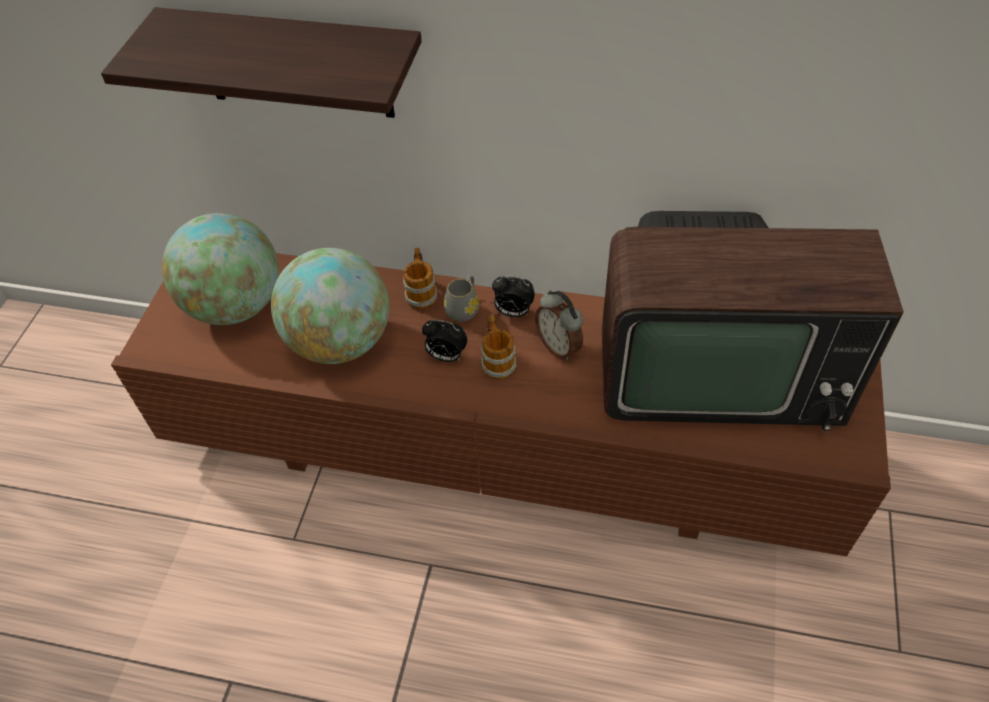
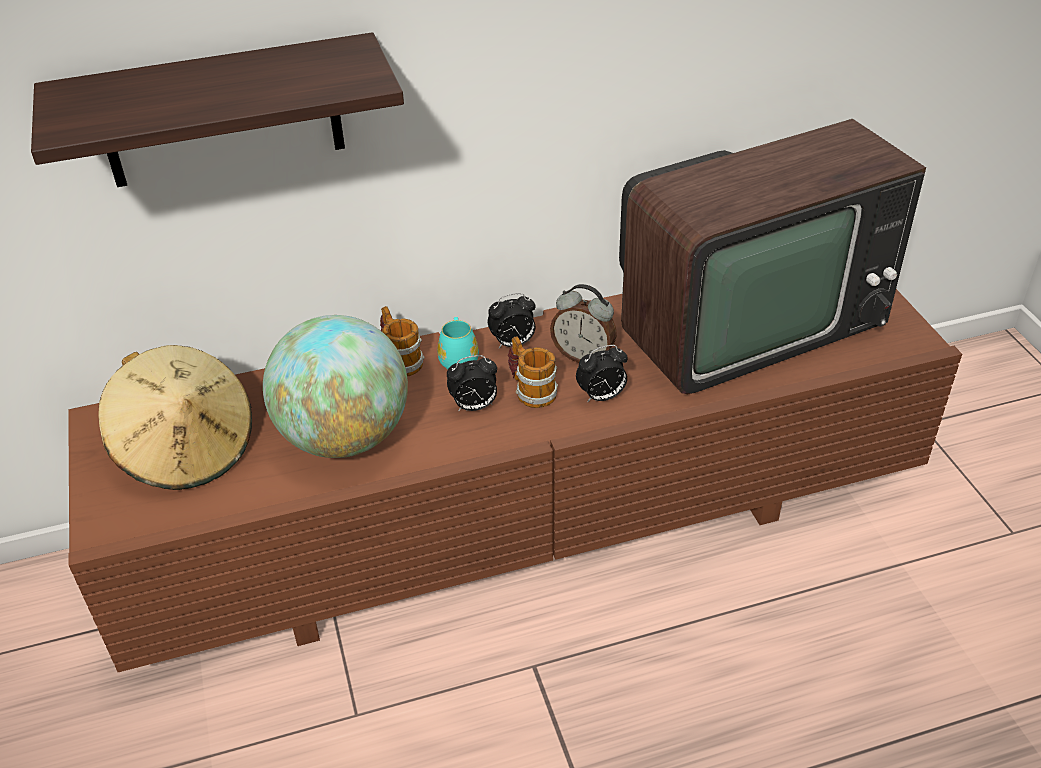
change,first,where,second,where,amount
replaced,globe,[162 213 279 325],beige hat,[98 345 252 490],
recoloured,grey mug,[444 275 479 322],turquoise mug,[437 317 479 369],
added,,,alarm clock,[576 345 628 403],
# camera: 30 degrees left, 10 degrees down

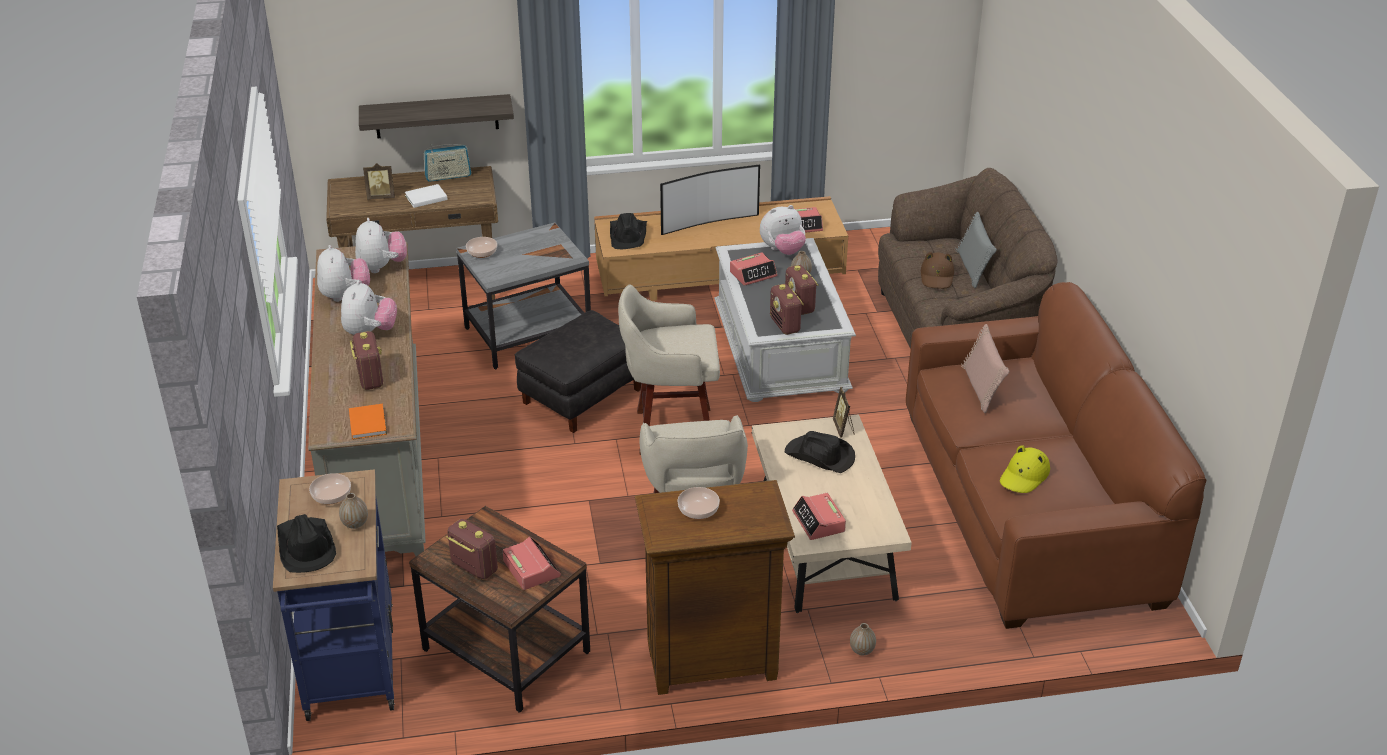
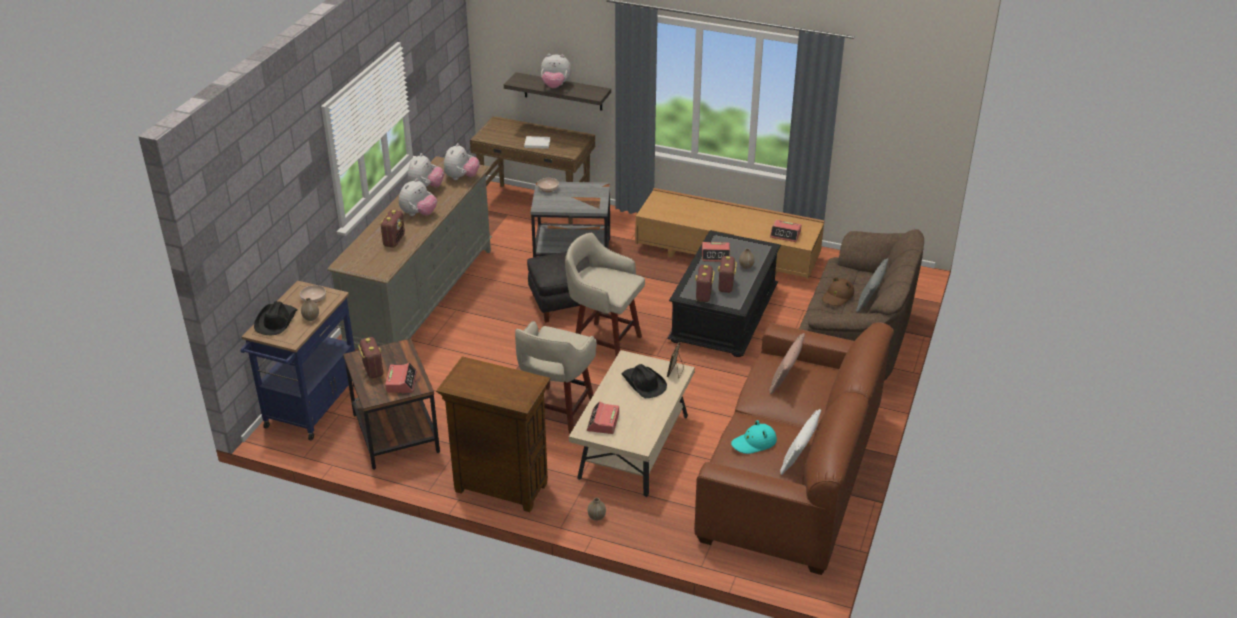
change,first,where,second,where,amount
moved,plush toy,[760 205 806 255],,[541 54 571 88],
recoloured,white coffee table,[714 238 856 402],black coffee table,[667 231 781 357],
recoloured,yellow hat,[1000 445 1050 493],turquoise hat,[731 420 777 454],
added,,,white pillow,[780 409 821 475],
removed,orange book,[349 404 387 440],,,
removed,picture frame,[363 163 395 200],,,
removed,radio,[423 144 471 182],,,
removed,black hat,[610 213 647 249],,,
removed,television,[660 164 760 235],,,
removed,bowl,[678 487 720 519],,,
# camera: 30 degrees right, 0 degrees up

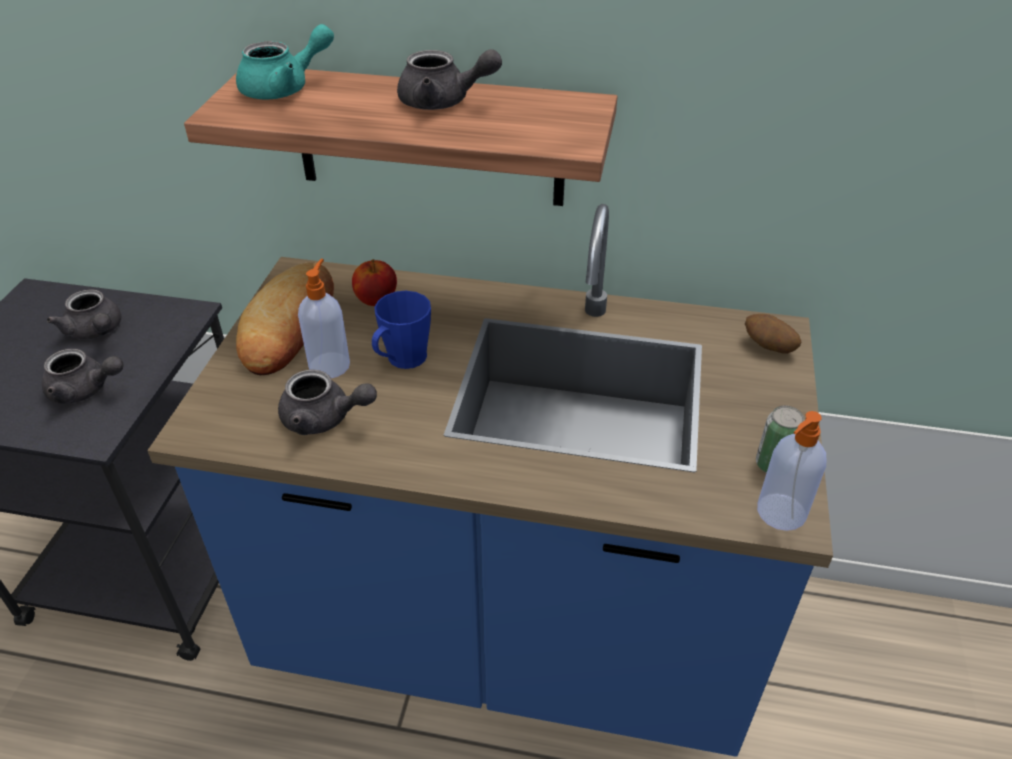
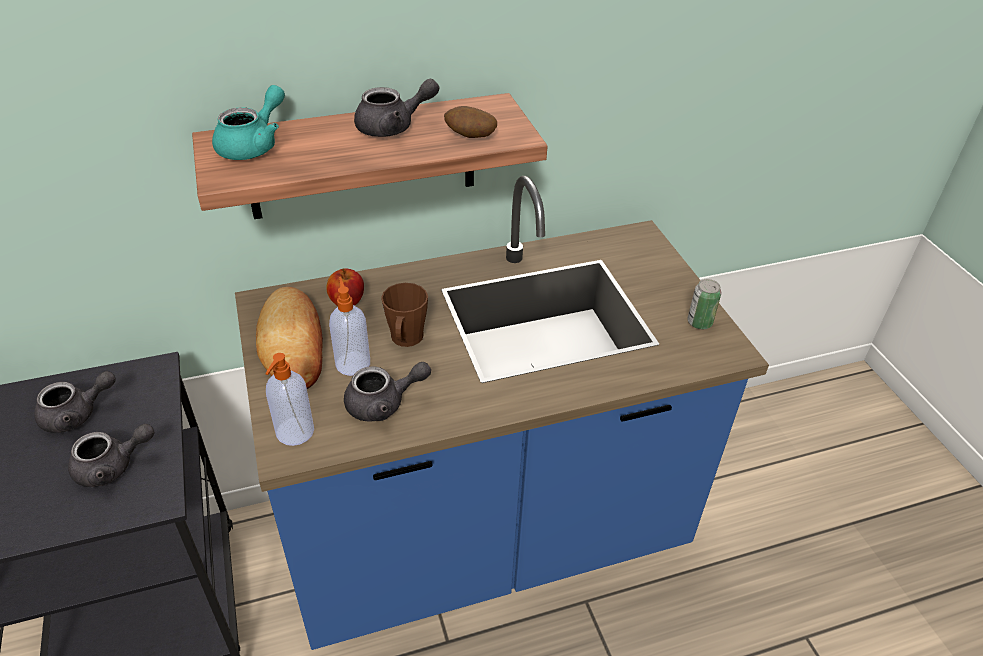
change,first,where,second,where,amount
turned,grey teapot,[47 289 121 340],,[34 371 116 433],45 degrees counterclockwise
moved,soap dispenser,[757 411 826 531],,[265 353 314 446],
recoloured,blue mug,[372 291 431 369],brown mug,[381 283 428 347],
moved,potato,[745 314 801 354],,[444 106 497 138],
# camera: 30 degrees left, 0 degrees up

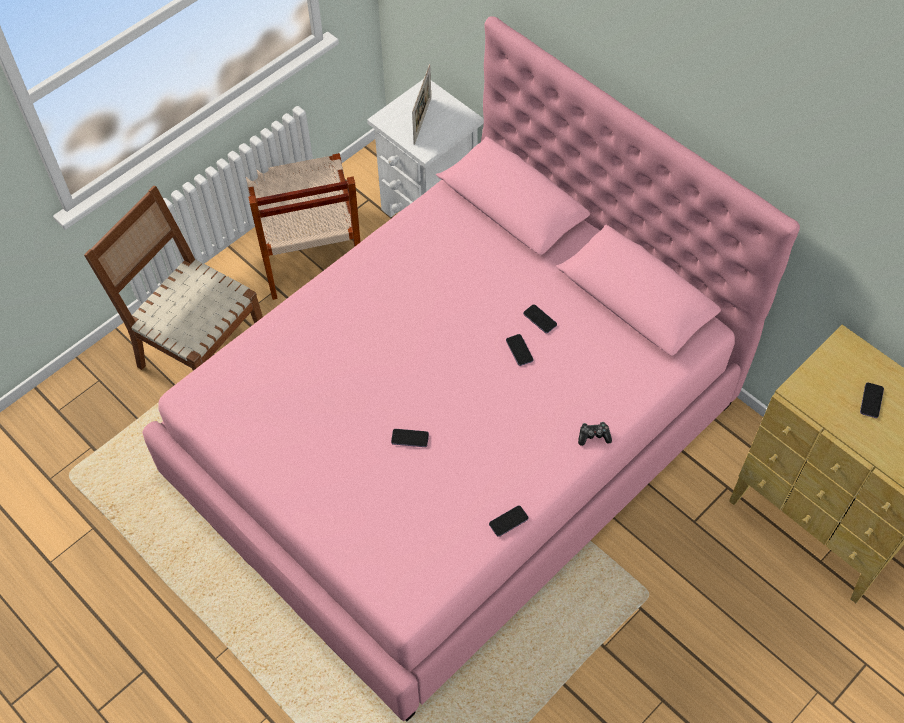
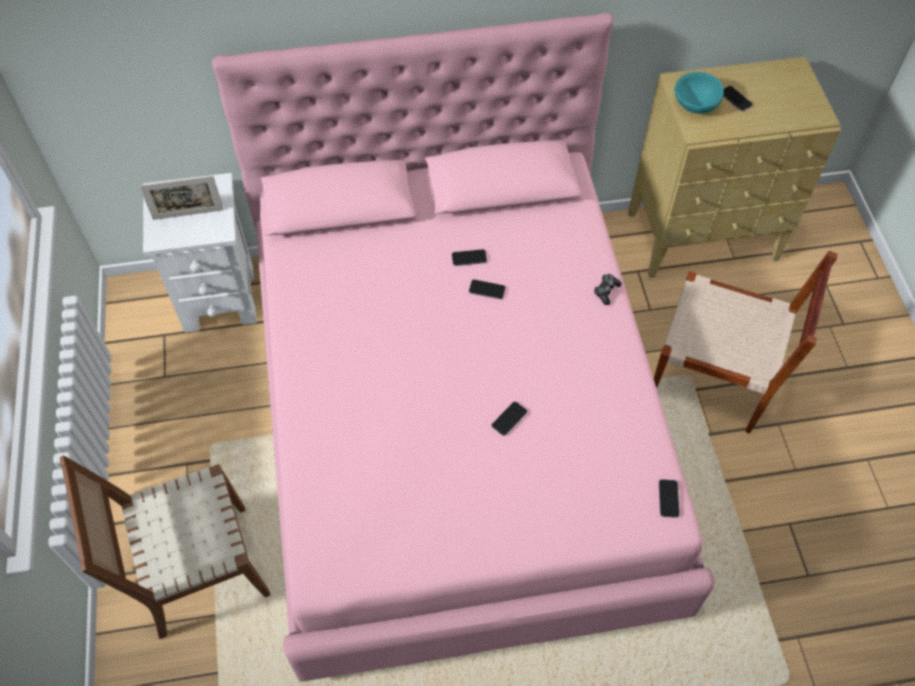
change,first,where,second,where,amount
turned,picture frame,[412 64 431 145],,[139 176 224 220],120 degrees clockwise
moved,chair,[246 153 360 300],,[654 251 838 434],
moved,phone,[489 505 529 537],,[659 479 680 518],
added,,,turquoise bowl,[675 72 724 114],
# camera: 55 degrees left, 0 degrees up

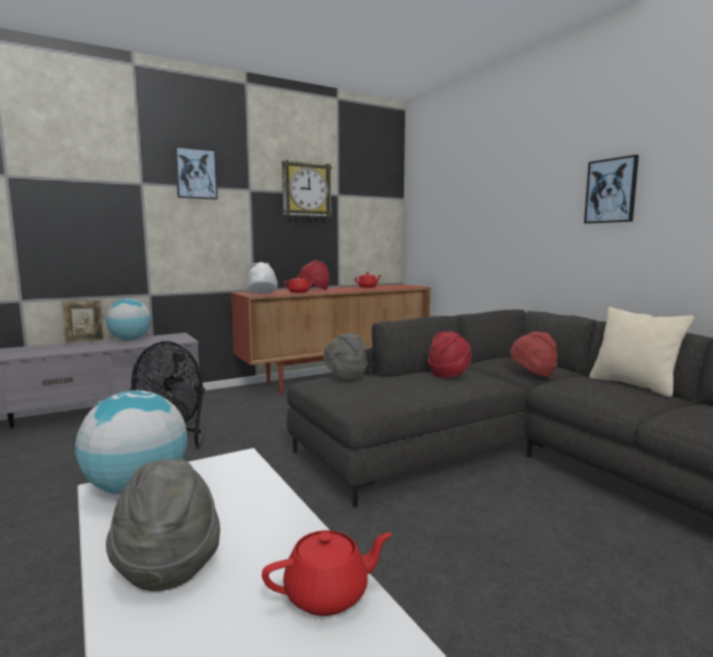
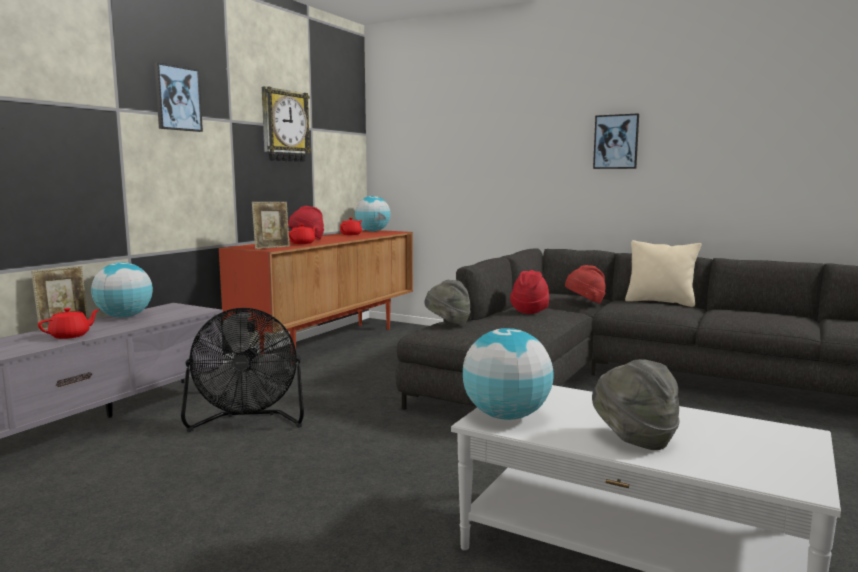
change,first,where,second,where,amount
moved,red teapot,[262 530 392 616],,[38 308 100 339],
replaced,white hat,[247 262 278 293],picture frame,[252 202 290 249],
added,,,globe,[355 196 391 232],
# camera: 30 degrees left, 0 degrees up

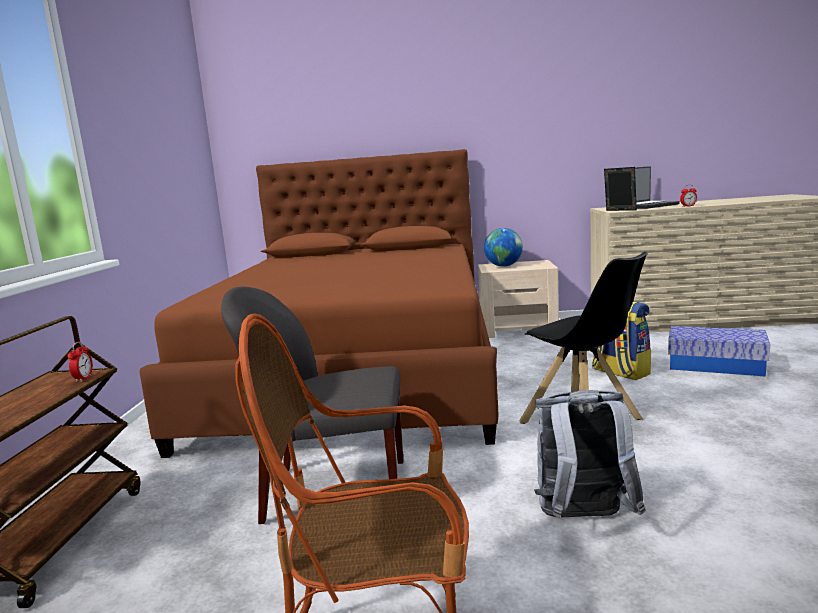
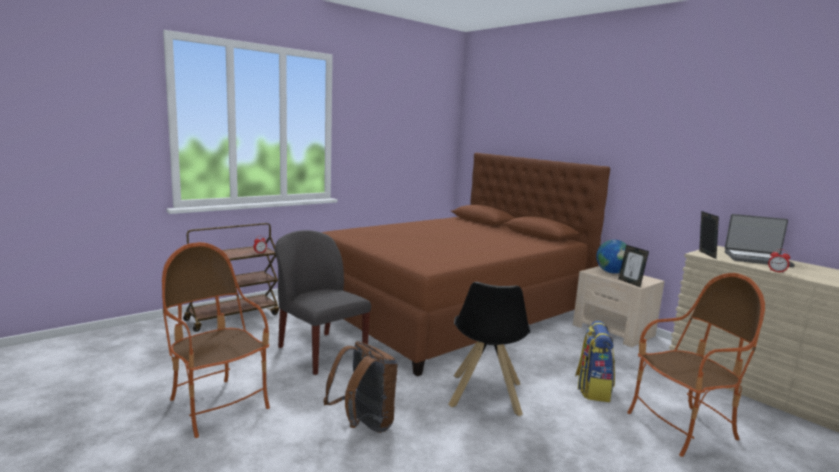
change,first,where,second,where,amount
recoloured,grey backpack,[534 390 646 519],brown backpack,[323 341 398 433],
added,,,picture frame,[619 245 649 287],
replaced,storage box,[668 326 770 377],armchair,[627 273 765 457],
# camera: 45 degrees right, 0 degrees up

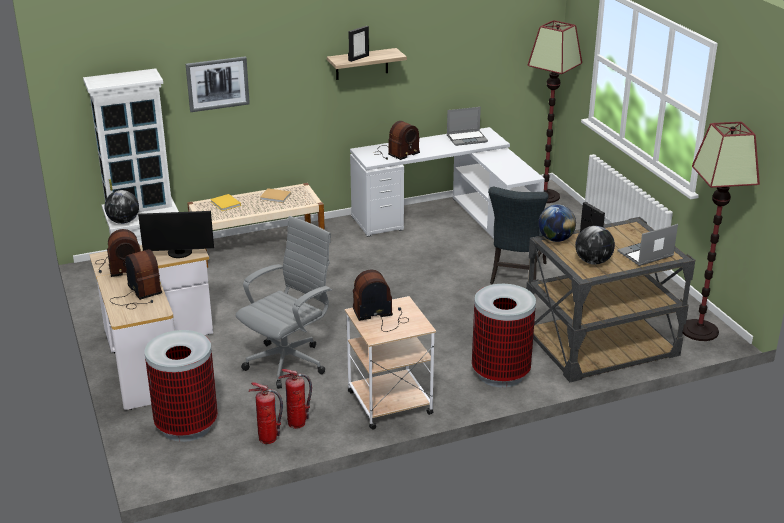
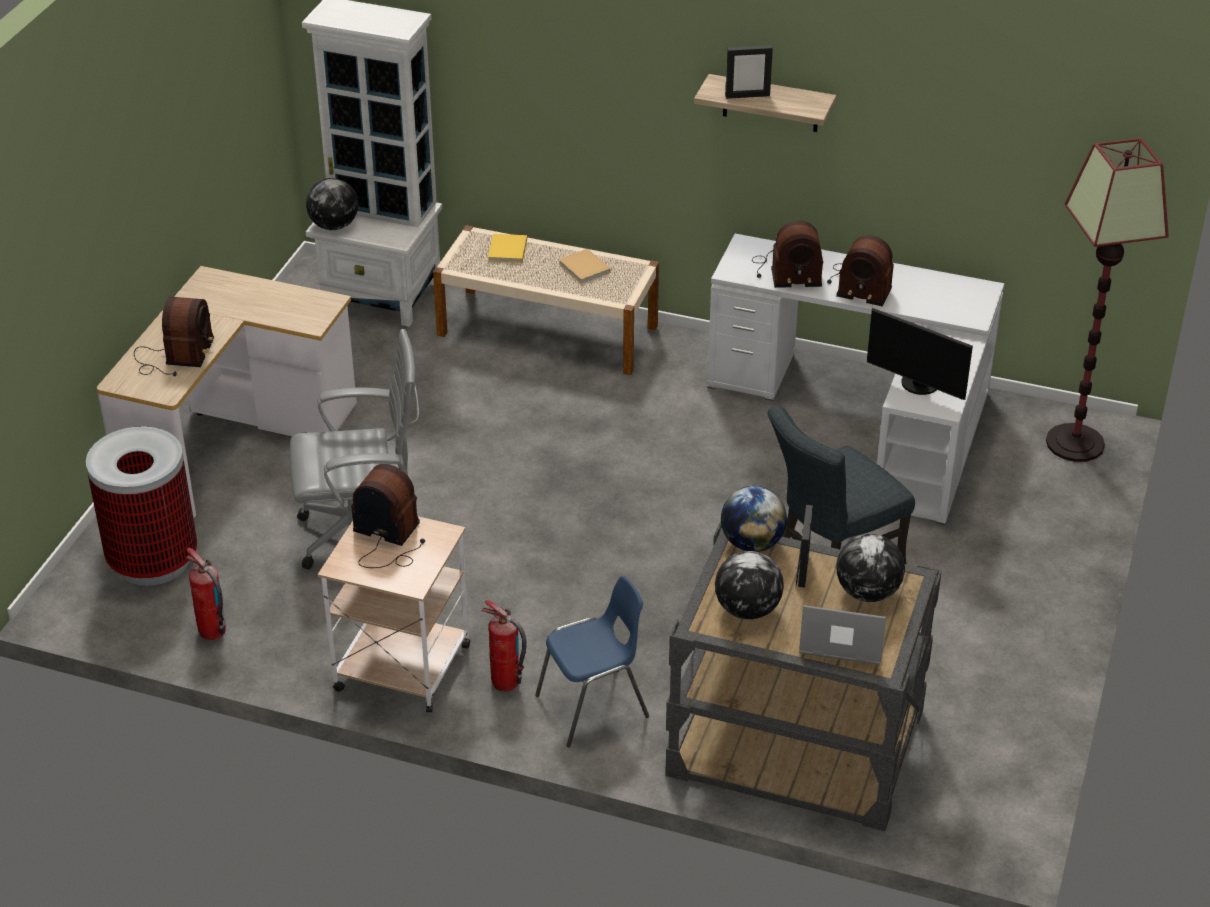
change,first,where,second,where,amount
moved,fire extinguisher,[278 369 312 429],,[481 600 527 691],
replaced,trash can,[472 284 536 388],blue chair,[535 576 649 747],
moved,radio,[95 229 141 277],,[827 235 894 306],
added,,,globe,[837 534 905 602],
moved,monitor,[138 211 214 258],,[867 308 973 400],
removed,picture,[186 56 250 112],,,
removed,laptop,[447 107 488 146],,,
removed,floor lamp,[683 122 760 341],,,
# camera: 40 degrees right, 10 degrees up

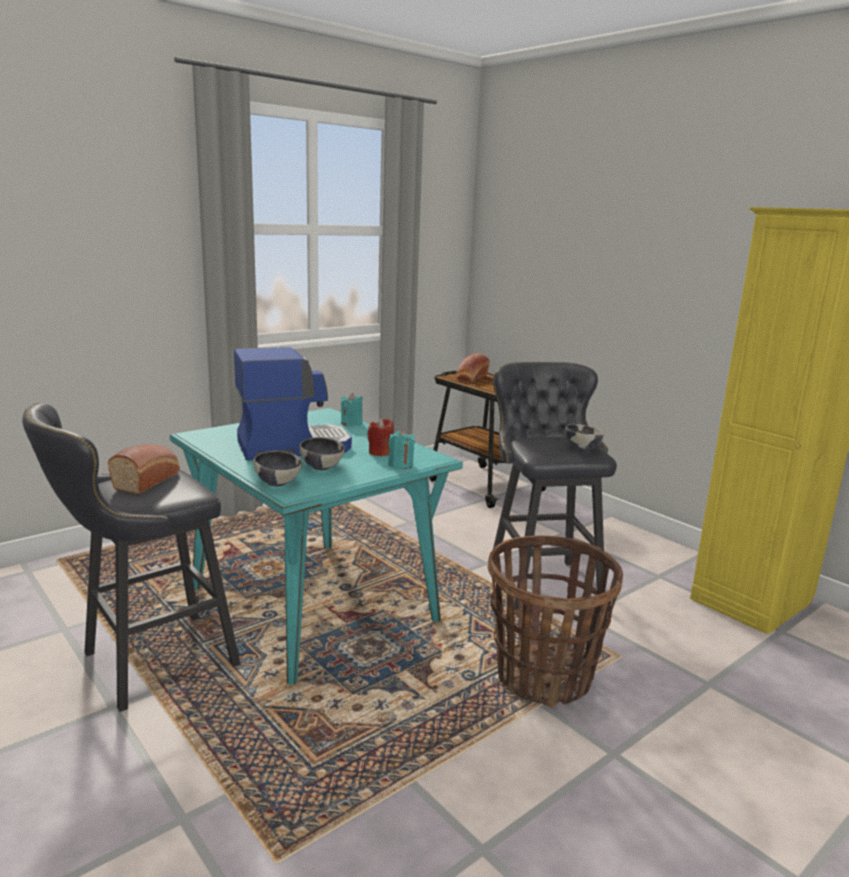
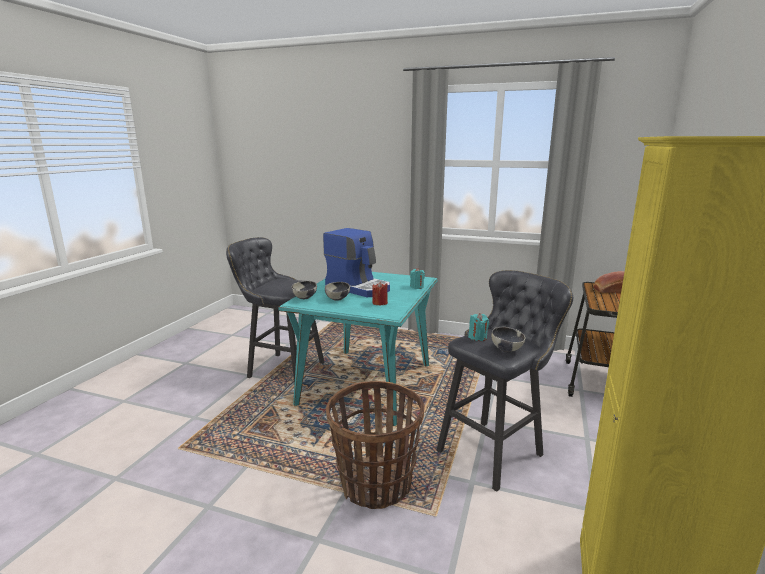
change,first,where,second,where,amount
moved,turquoise candle,[388 430 415 469],,[468 313 489 341],
removed,bread,[108 444 180 494],,,
# camera: 60 degrees right, 0 degrees up

